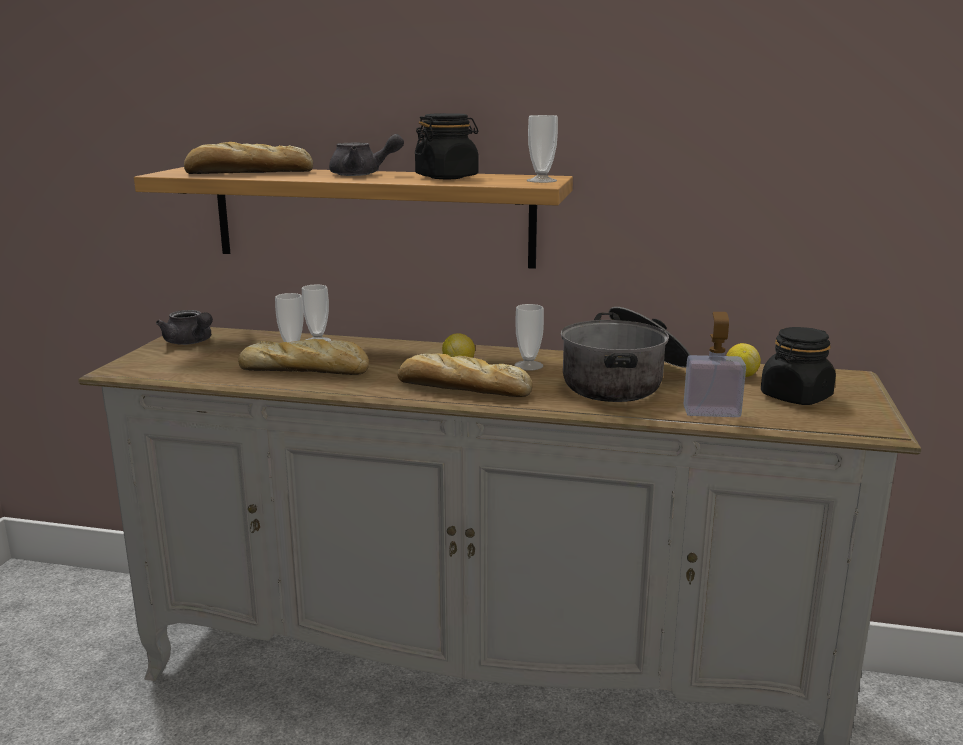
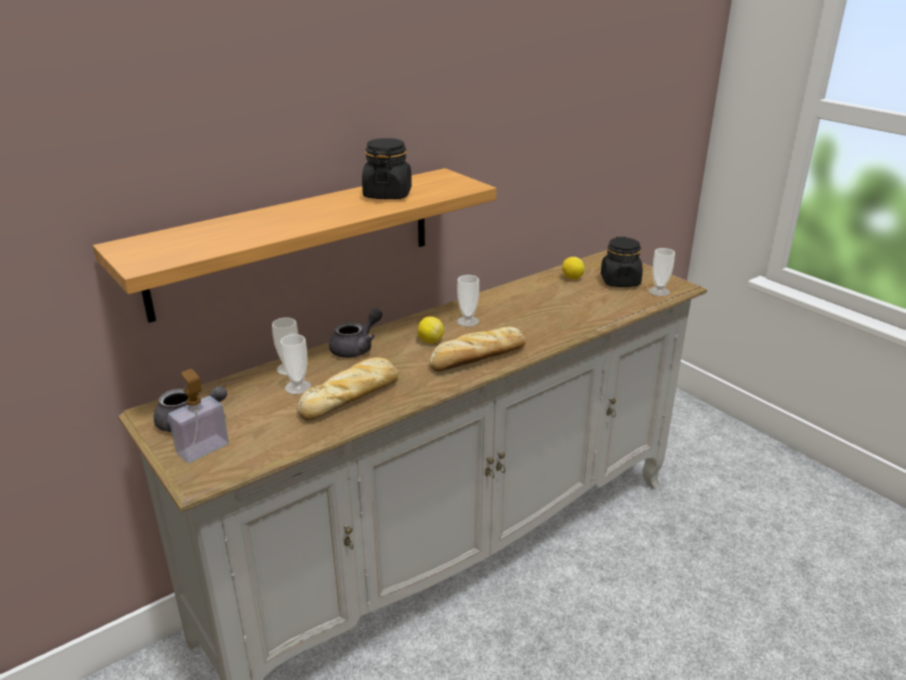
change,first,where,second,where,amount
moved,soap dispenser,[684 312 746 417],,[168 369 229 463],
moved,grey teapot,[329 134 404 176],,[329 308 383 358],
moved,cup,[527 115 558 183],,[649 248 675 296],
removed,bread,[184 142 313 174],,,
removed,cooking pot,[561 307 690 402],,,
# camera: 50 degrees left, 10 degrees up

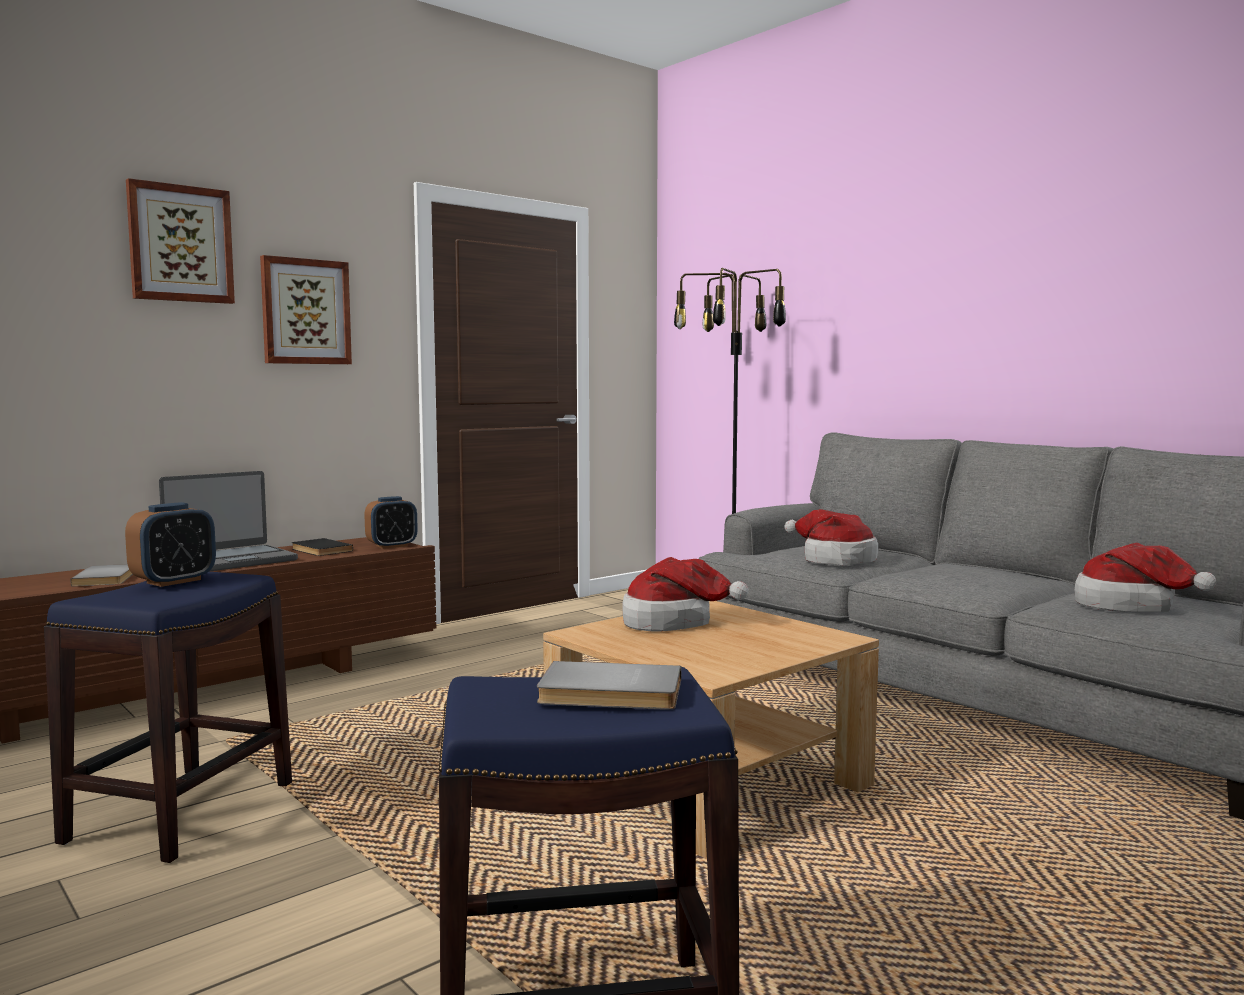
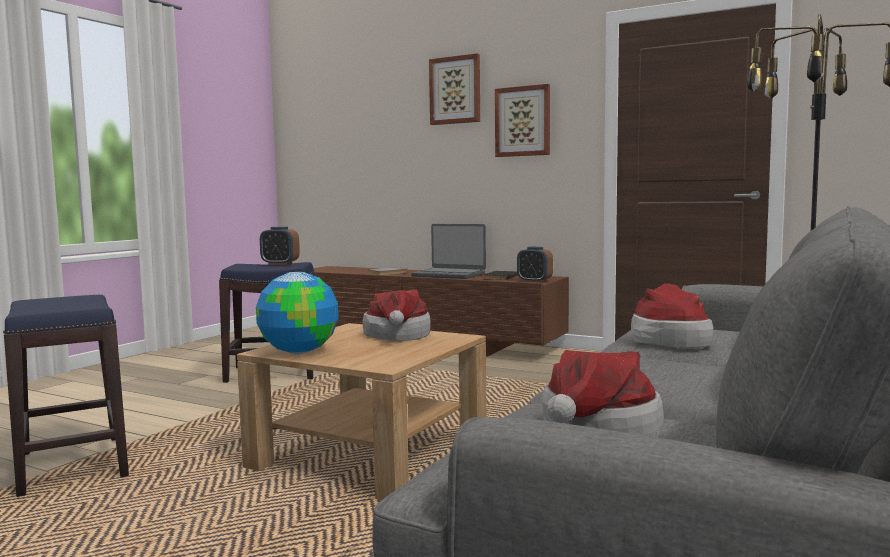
change,first,where,second,where,amount
added,,,globe,[256 272 339 354],
removed,grey book,[537 661 681 710],,,
# camera: 70 degrees right, 0 degrees up

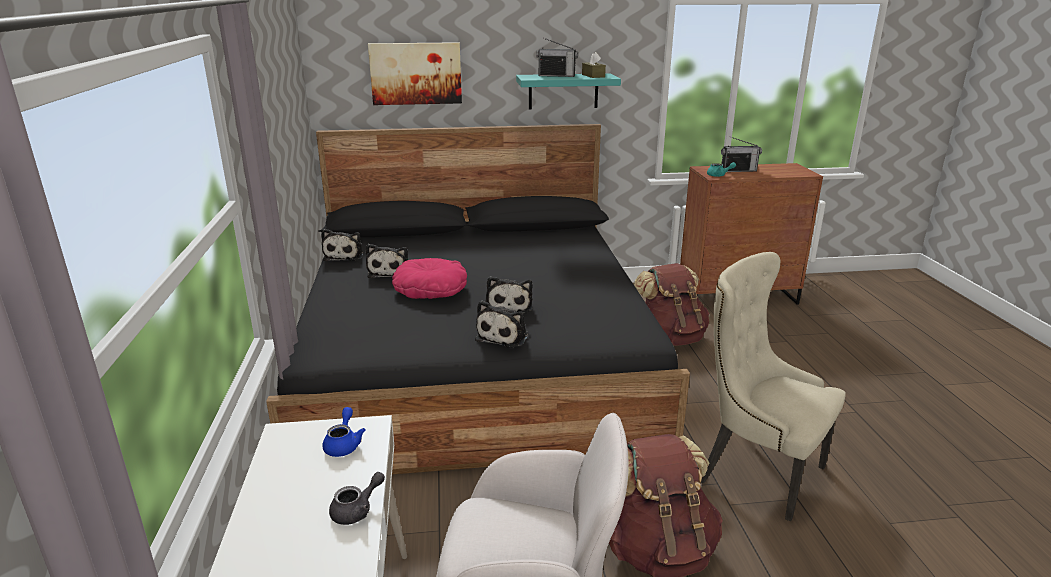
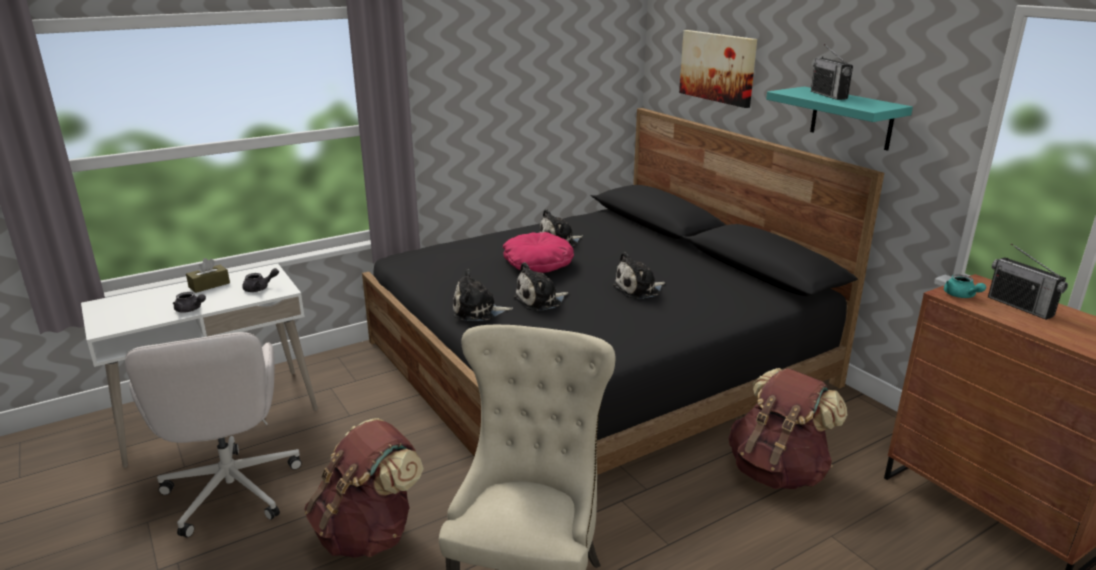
change,first,where,second,where,amount
moved,brown tissue box,[582 52 606 78],,[186 258 230 293],
recoloured,blue teapot,[322 407 365 457],grey teapot,[242 268 279 292],
moved,plush toy,[321 229 363 261],,[613 252 665 299],
# camera: 65 degrees right, 0 degrees up

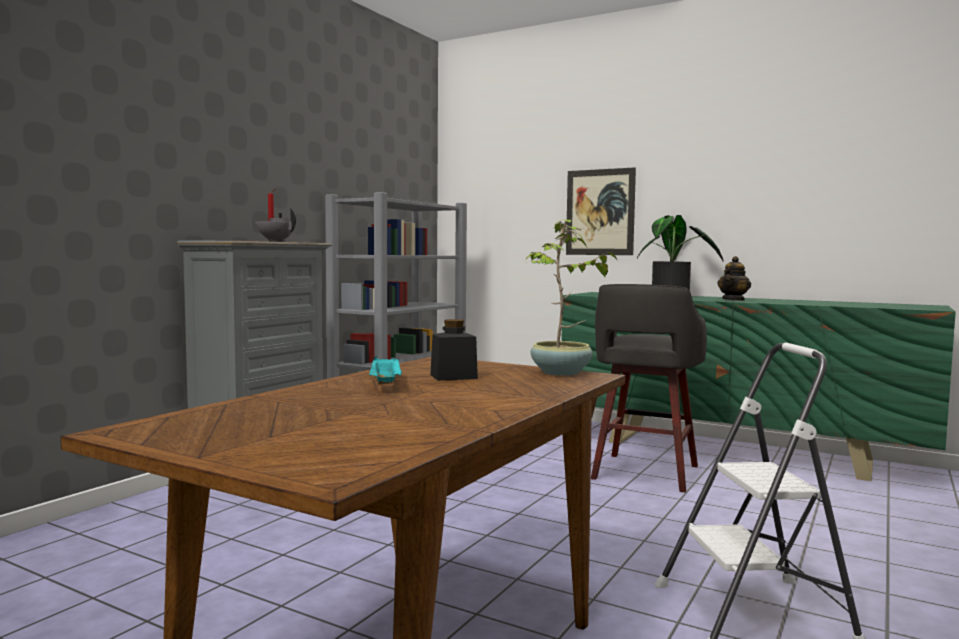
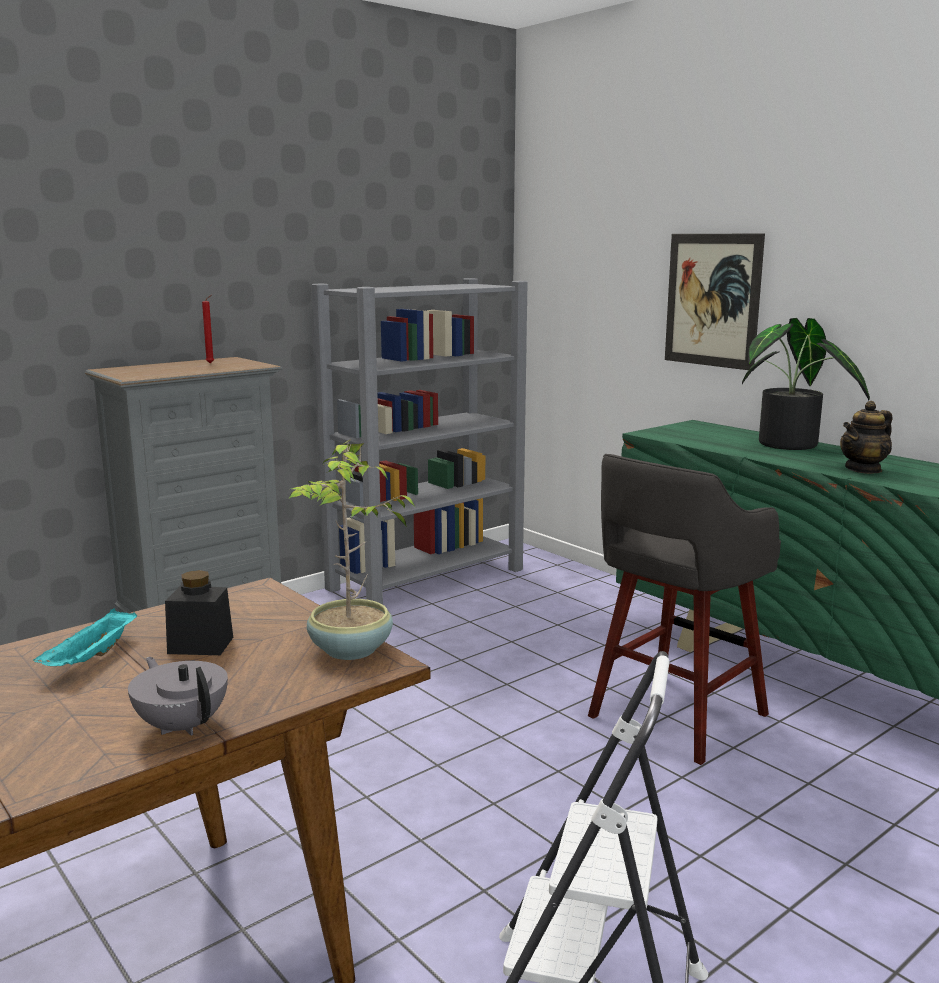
change,first,where,second,where,amount
moved,grey teapot,[255 208 296 242],,[128 657 228 736],
# camera: 20 degrees right, 10 degrees up

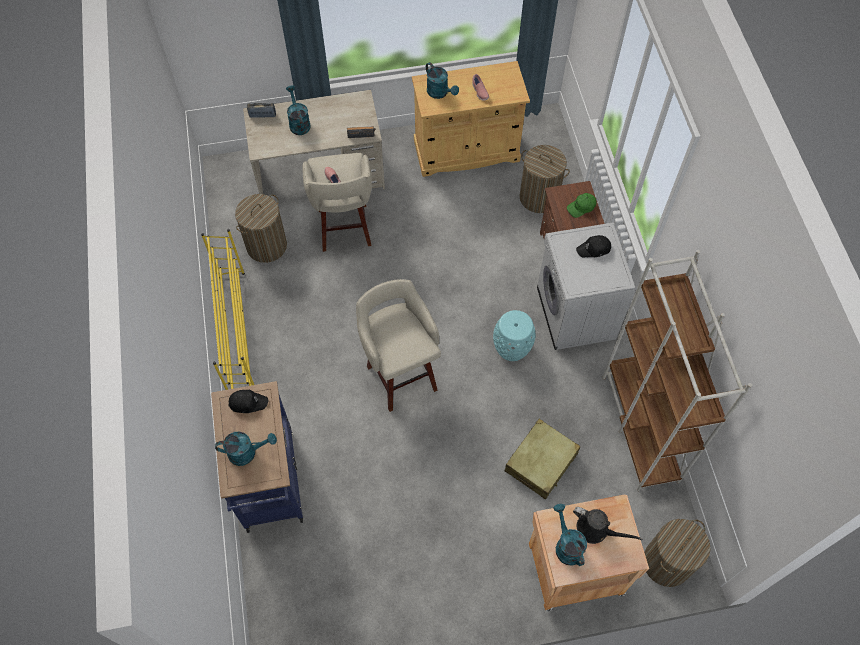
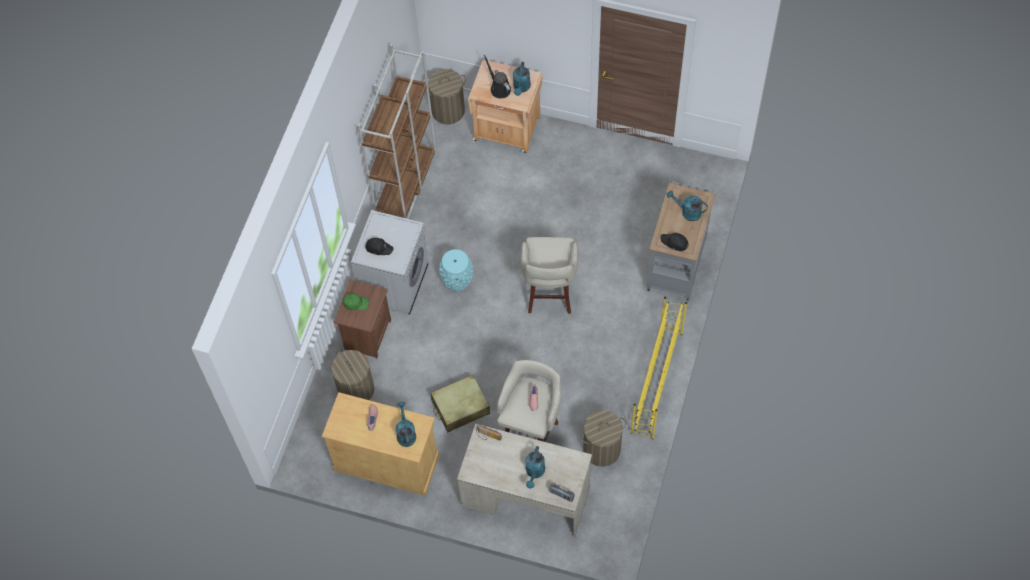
change,first,where,second,where,amount
moved,beige suitcase,[505 419 581 499],,[431 375 490 432],
recoloured,blue cart,[211 381 303 533],grey cart,[647 180 715 301],
# camera: 150 degrees left, 0 degrees up

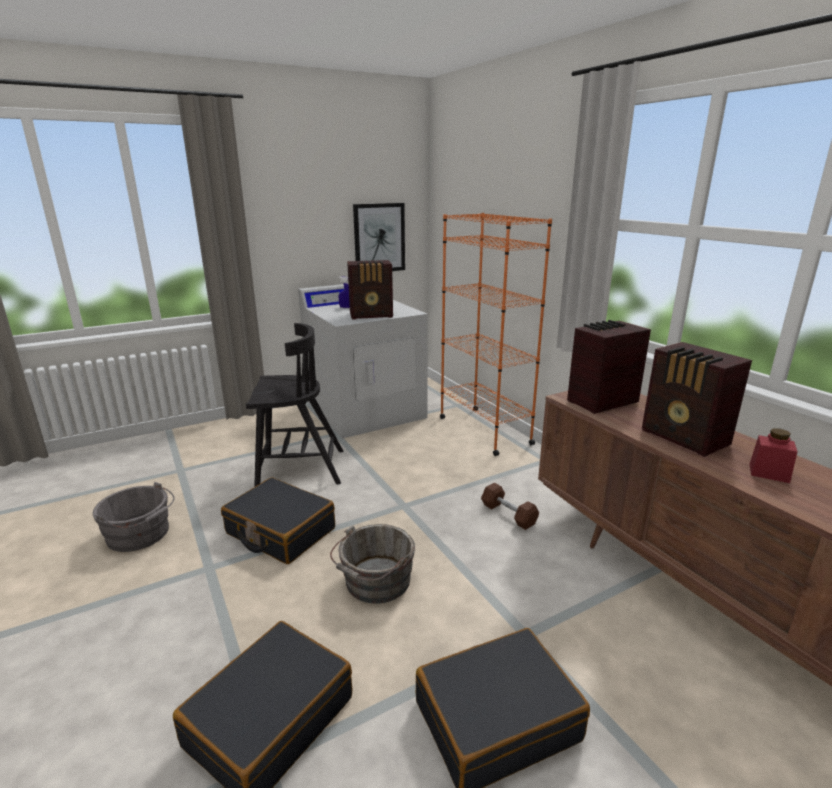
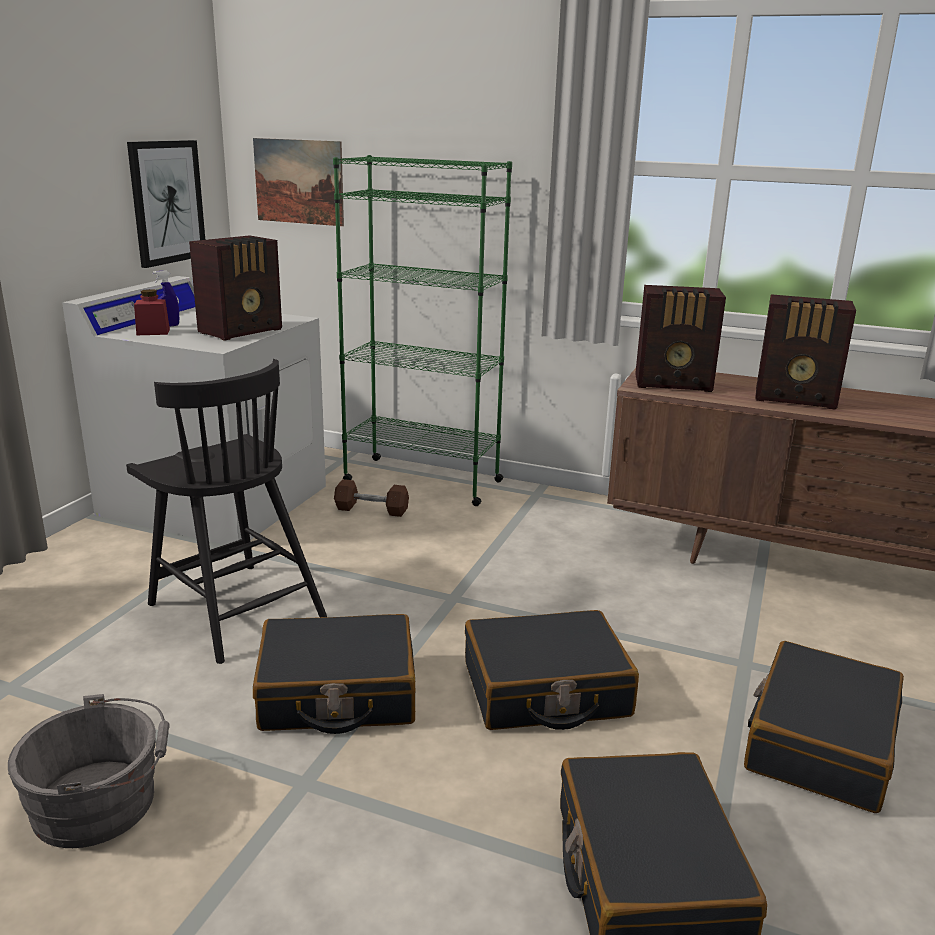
change,first,where,second,where,amount
turned,black chair,[246 323 343 487],,[126 359 327 664],90 degrees clockwise
moved,red jar,[750 428 798 483],,[134 289 170 335],
added,,,picture,[253 138 344 226],
recoloured,orange bookcase,[440 213 552 456],green bookcase,[333 155 512 506],
moved,brown dumbbell,[481 483 539 530],,[334 479 409 517],
replaced,grey bucket,[330 524 415 604],black suitcase,[465 610 639 730],
turned,radio,[567 320 651 414],,[635 285 726 392],105 degrees counterclockwise
# camera: 40 degrees left, 0 degrees up

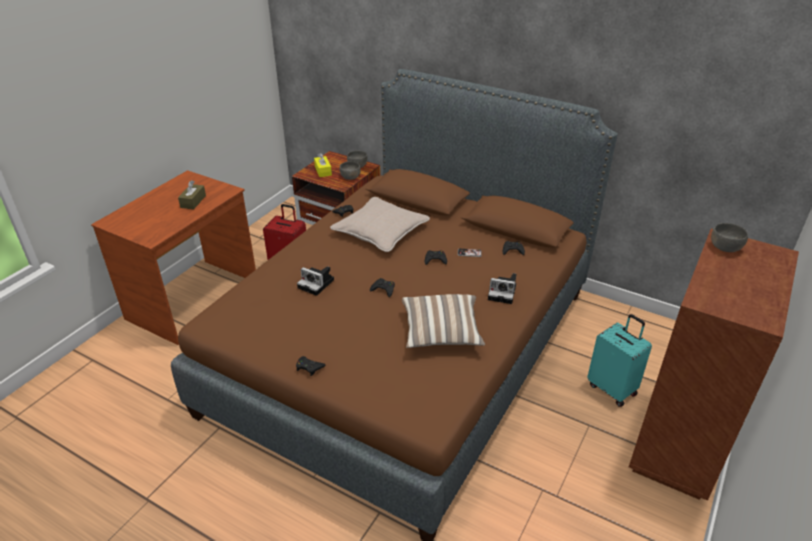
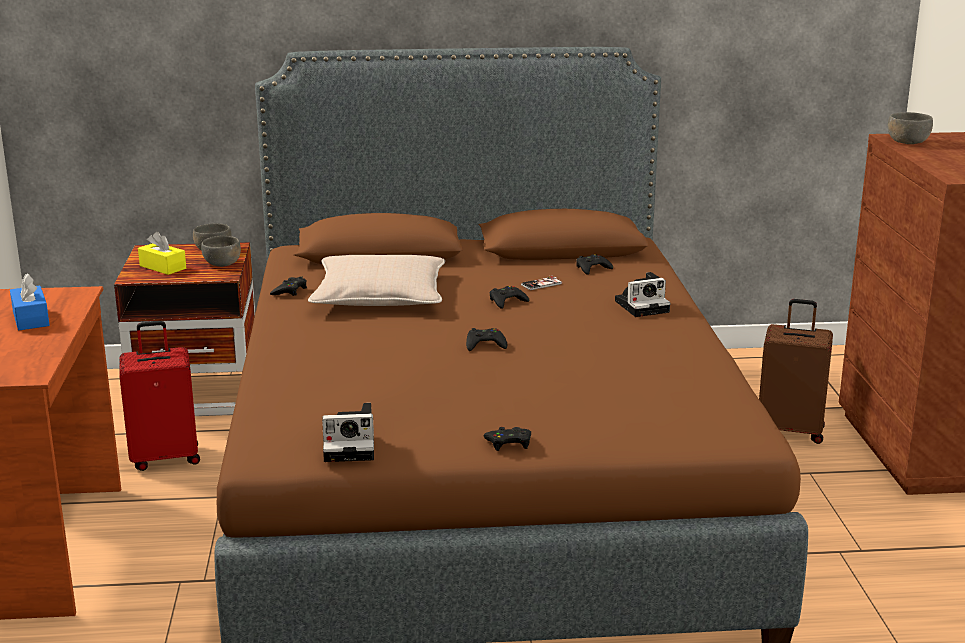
change,first,where,second,where,amount
recoloured,brown tissue box,[178 180 206 209],blue tissue box,[10 273 50 330],
moved,photo camera,[297 266 334 296],,[322 403 374 462],
recoloured,turquoise suitcase,[587 314 652 407],brown suitcase,[759 299 833 444],
removed,pillow,[402 294 485 348],,,
# camera: 35 degrees left, 15 degrees down

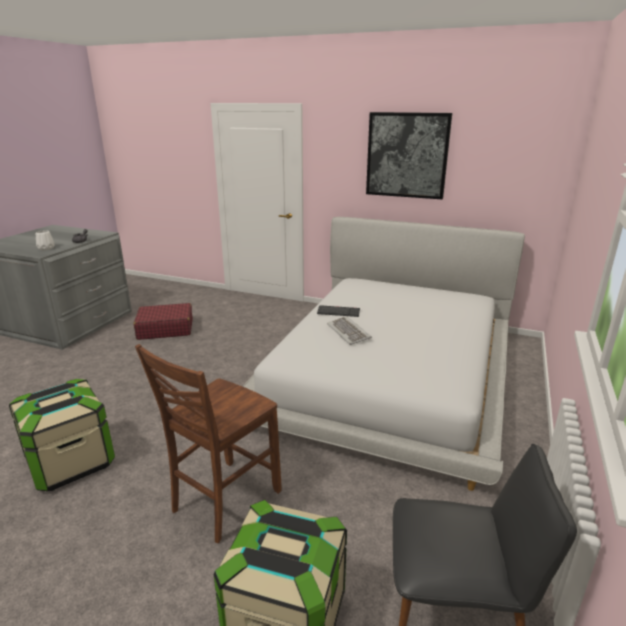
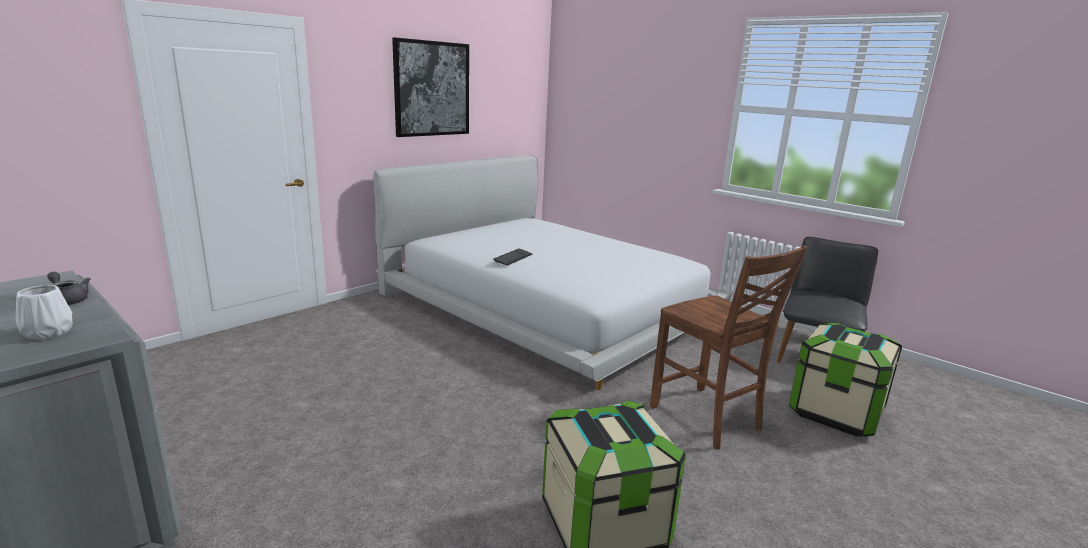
change,first,where,second,where,amount
removed,red suitcase,[133 303 193 340],,,
removed,keyboard,[327 316 372 345],,,
# camera: 70 degrees left, 5 degrees down

